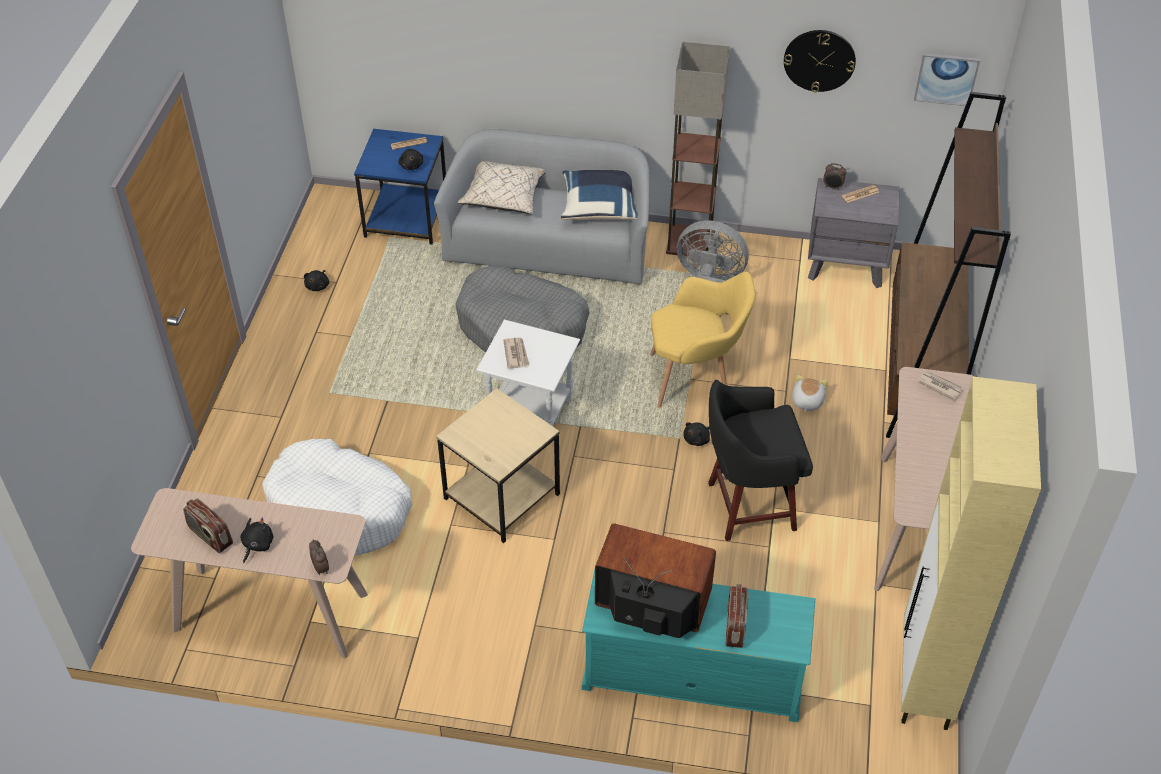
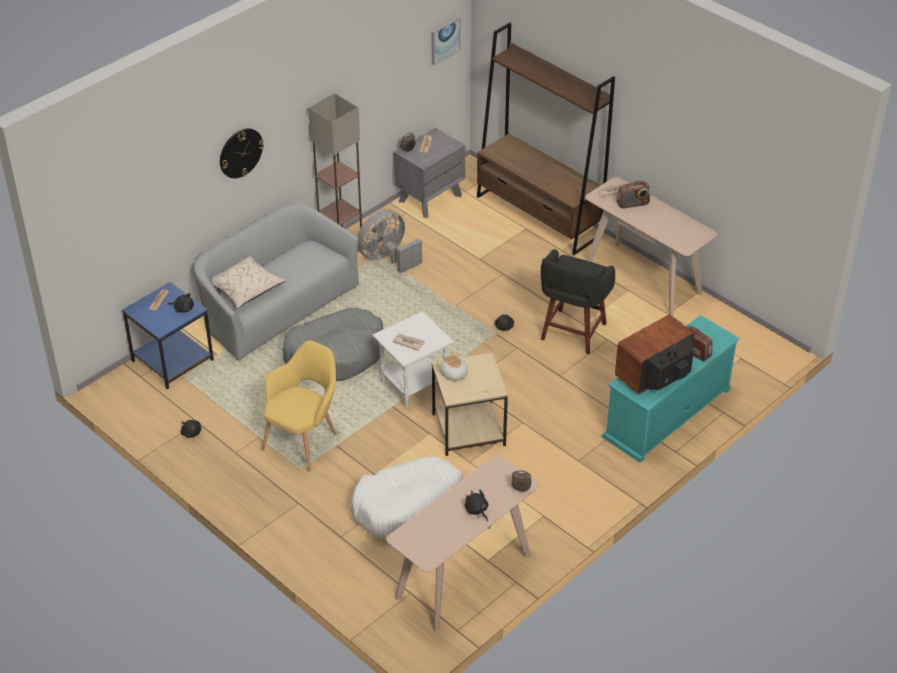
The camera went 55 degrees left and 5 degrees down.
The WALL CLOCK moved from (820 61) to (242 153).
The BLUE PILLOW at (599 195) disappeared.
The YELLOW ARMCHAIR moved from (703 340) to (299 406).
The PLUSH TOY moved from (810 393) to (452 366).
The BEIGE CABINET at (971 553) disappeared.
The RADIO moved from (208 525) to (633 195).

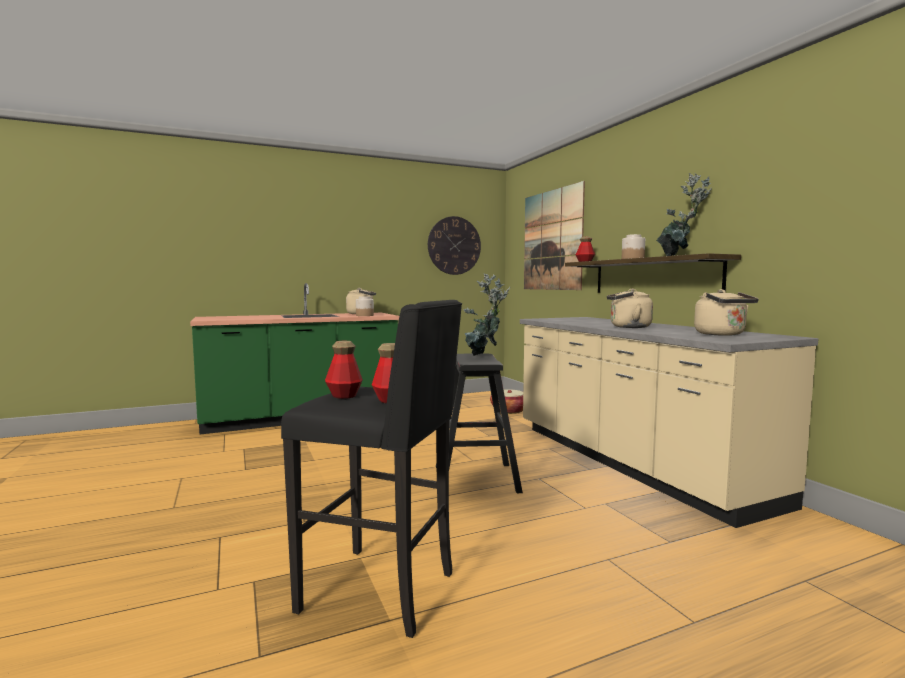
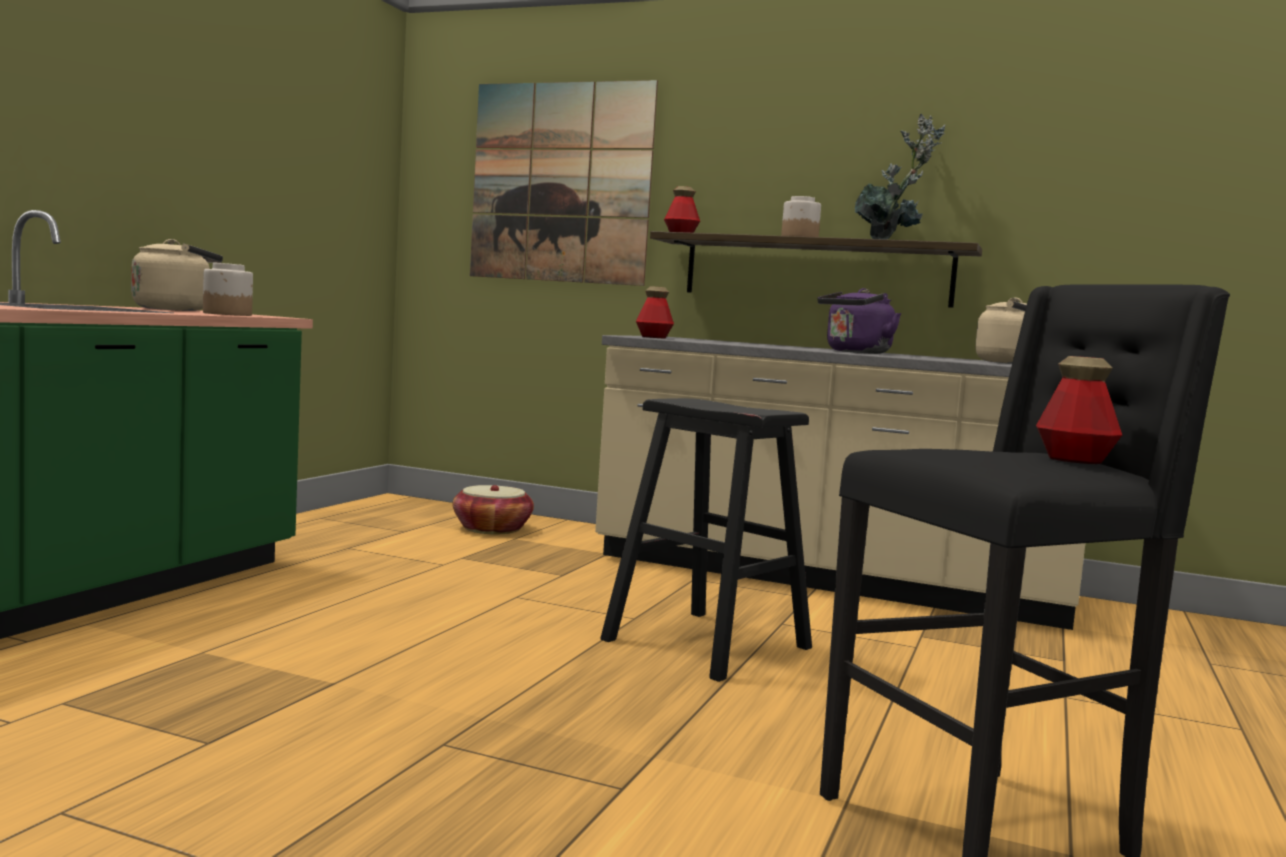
The camera went 45 degrees left and 0 degrees up.
The WALL CLOCK at (454 245) disappeared.
The POTTED PLANT at (486 314) disappeared.
The BEIGE KETTLE at (630 308) became the PURPLE KETTLE at (859 321).
The BOTTLE moved from (344 370) to (655 312).

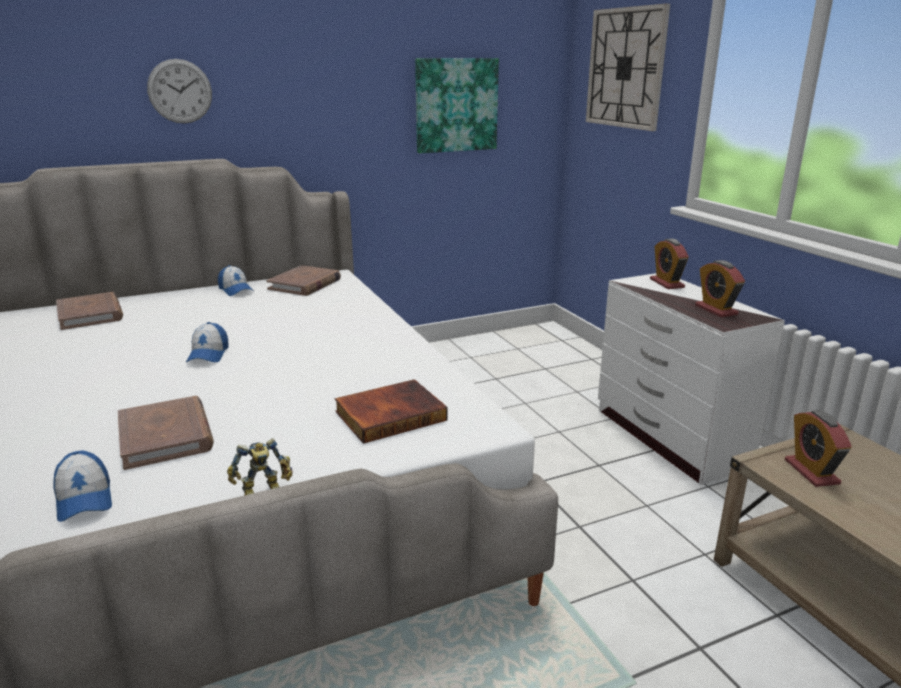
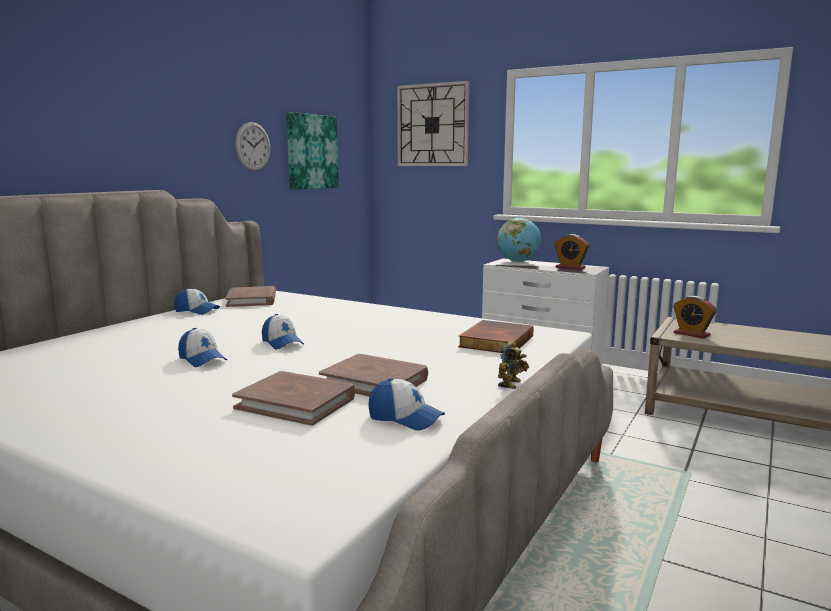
The camera went 35 degrees left and 10 degrees down.
The WALL CLOCK moved from (179 91) to (252 146).
The ALARM CLOCK at (669 264) was replaced by the GLOBE at (519 240).
The BROWN BOOK moved from (89 311) to (293 398).
The CAP at (202 347) appeared.

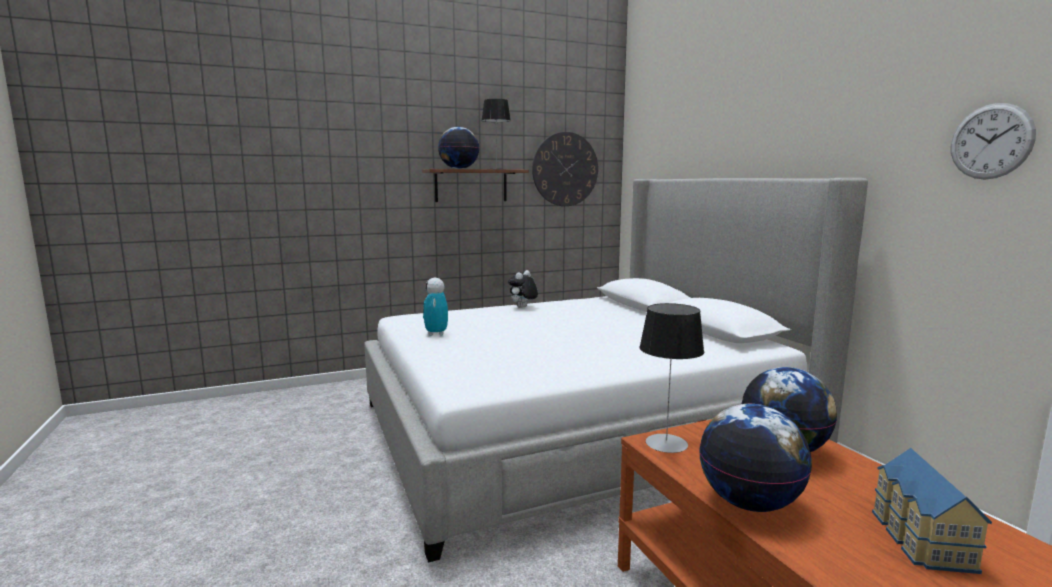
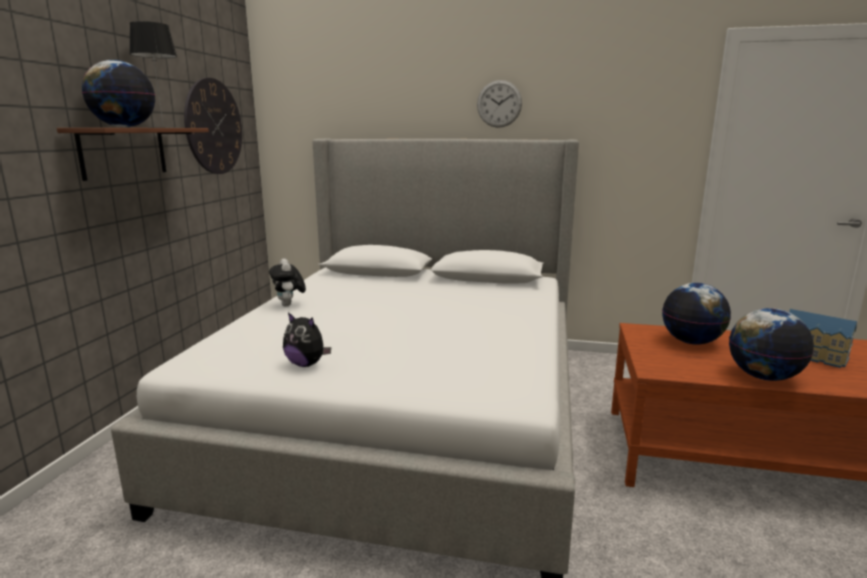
The camera went 55 degrees left and 5 degrees up.
The WALL CLOCK moved from (993 141) to (499 104).
The TOY ROBOT at (435 307) was replaced by the PLUSH TOY at (307 339).
The TABLE LAMP at (671 378) disappeared.

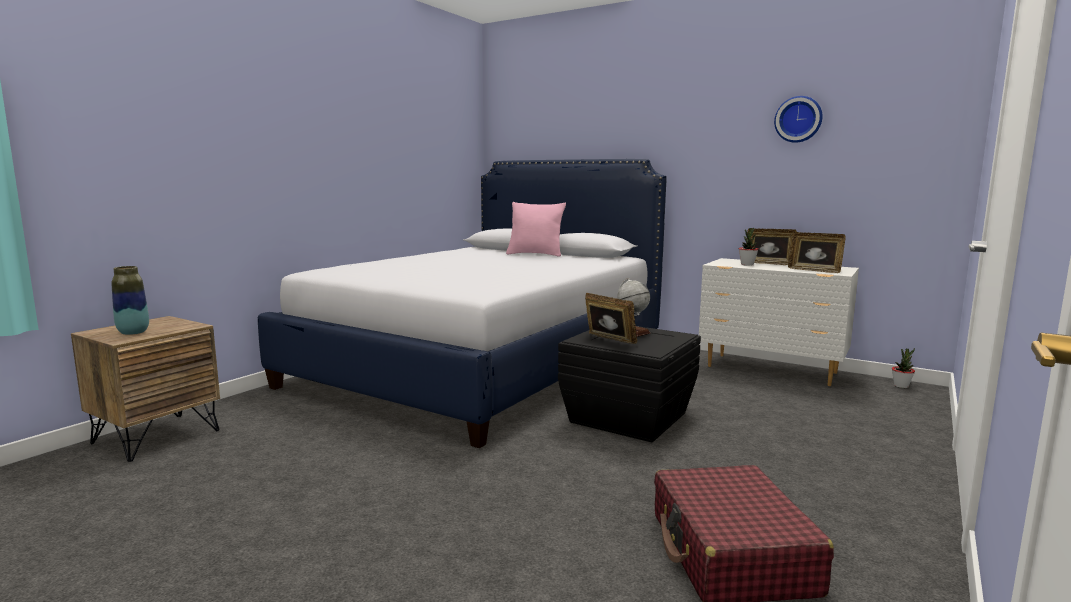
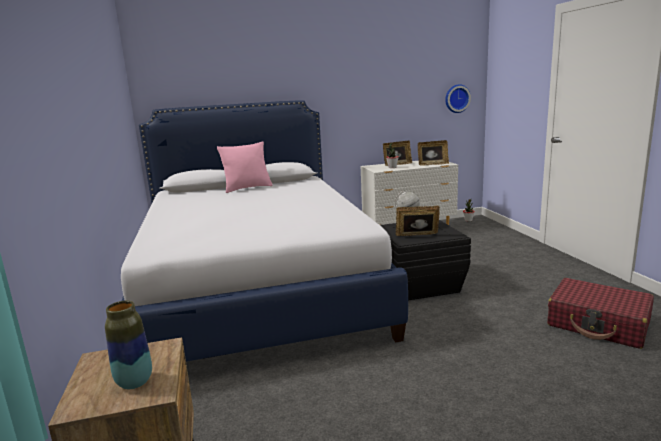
The camera went 45 degrees left and 5 degrees up.
The WALL CLOCK moved from (798 119) to (458 98).

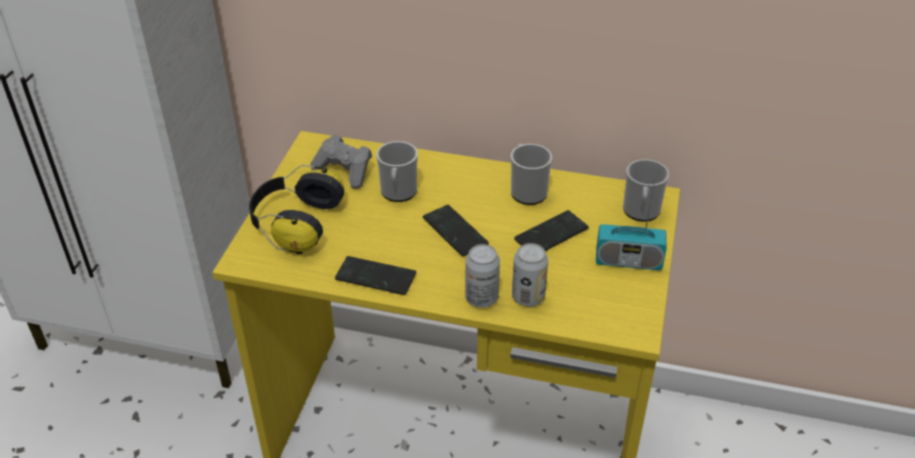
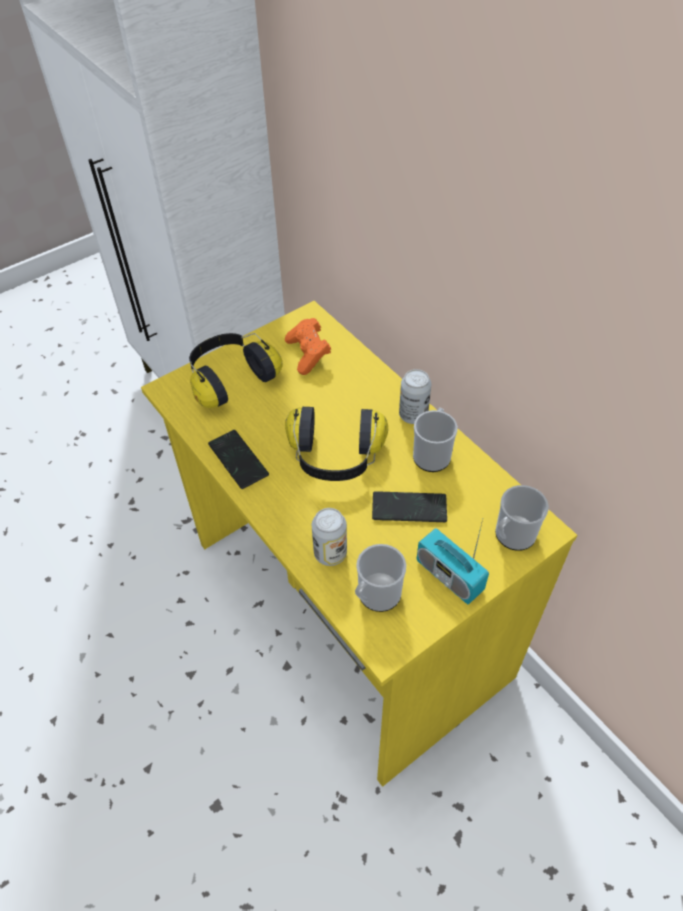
The camera went 40 degrees right and 10 degrees up.
The GREY GAME CONTROLLER at (341 162) became the ORANGE GAME CONTROLLER at (308 346).
The MUG moved from (397 171) to (380 578).
The PHONE at (456 230) was replaced by the HEADPHONES at (336 444).
The CAN moved from (482 276) to (415 396).

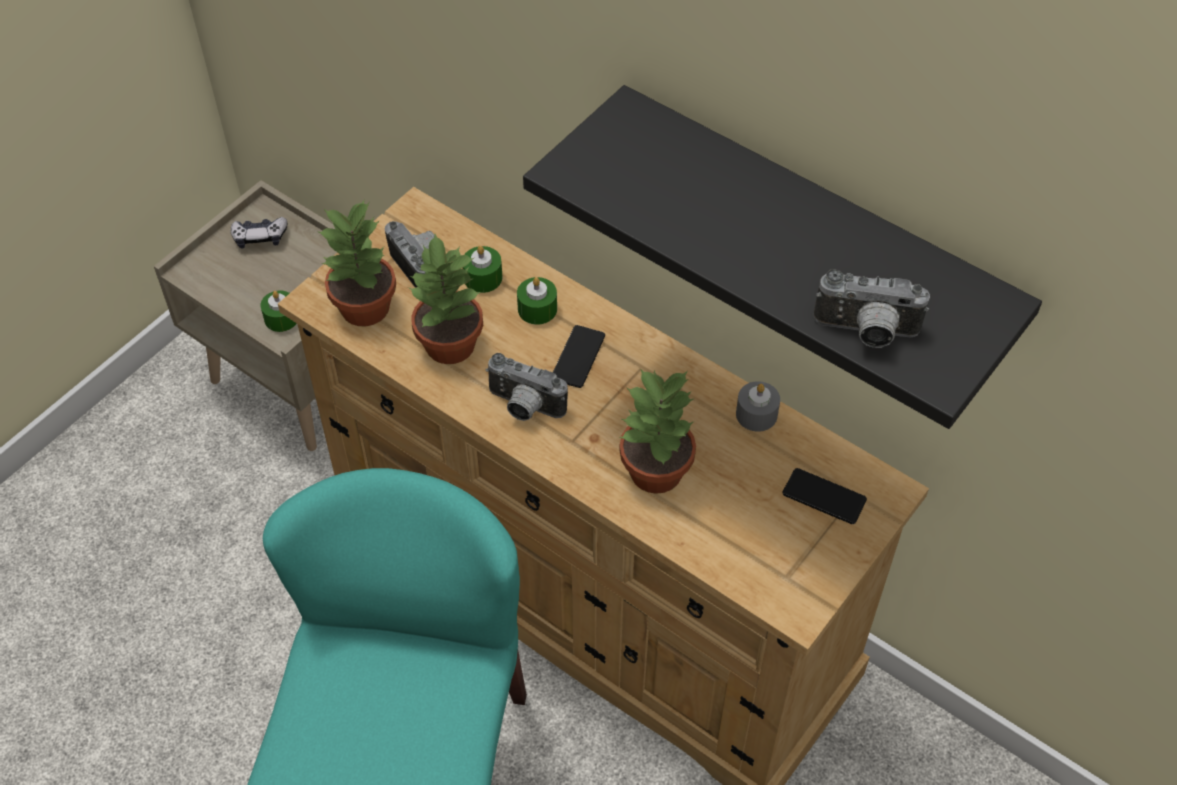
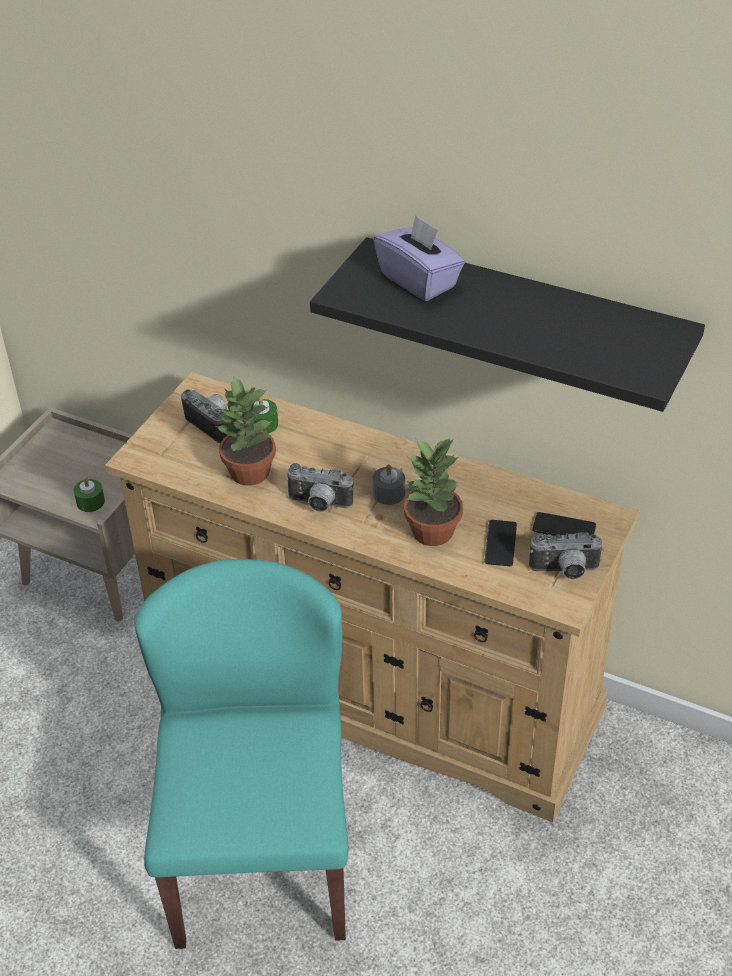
The camera went 10 degrees left and 10 degrees down.
The POTTED PLANT at (356 263) disappeared.
The GAME CONTROLLER at (259 233) disappeared.
The PHOTO CAMERA moved from (872 308) to (566 556).
The GREEN CANDLE at (537 301) disappeared.
The PHONE moved from (579 356) to (500 543).
The GREY CANDLE moved from (758 406) to (388 484).
The PURPLE TISSUE BOX at (419 258) appeared.

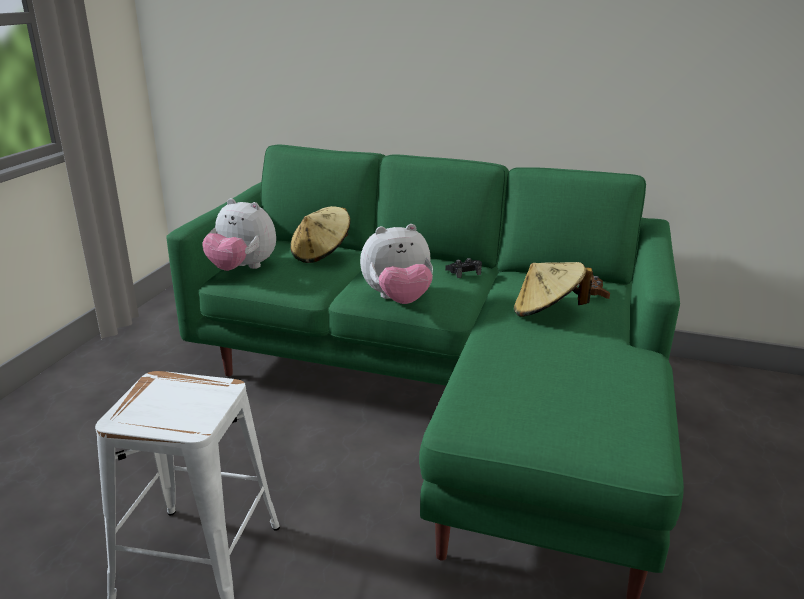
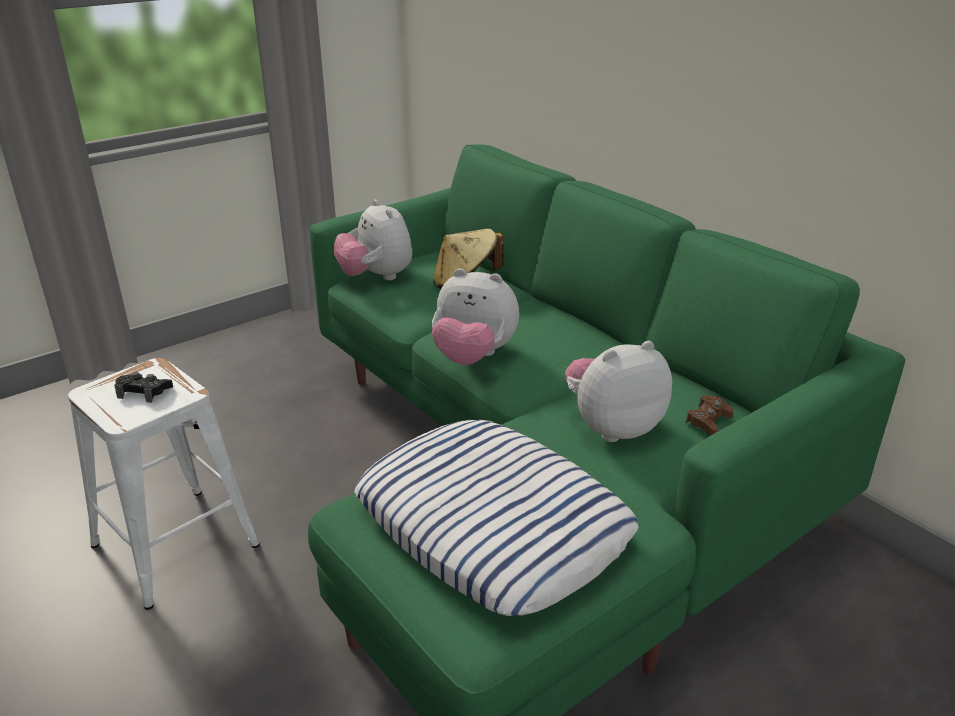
The camera went 35 degrees right and 5 degrees up.
The BLACK GAME CONTROLLER moved from (463 268) to (143 387).
The BEIGE HAT at (553 289) was replaced by the PLUSH TOY at (618 391).
The PILLOW at (496 518) appeared.

